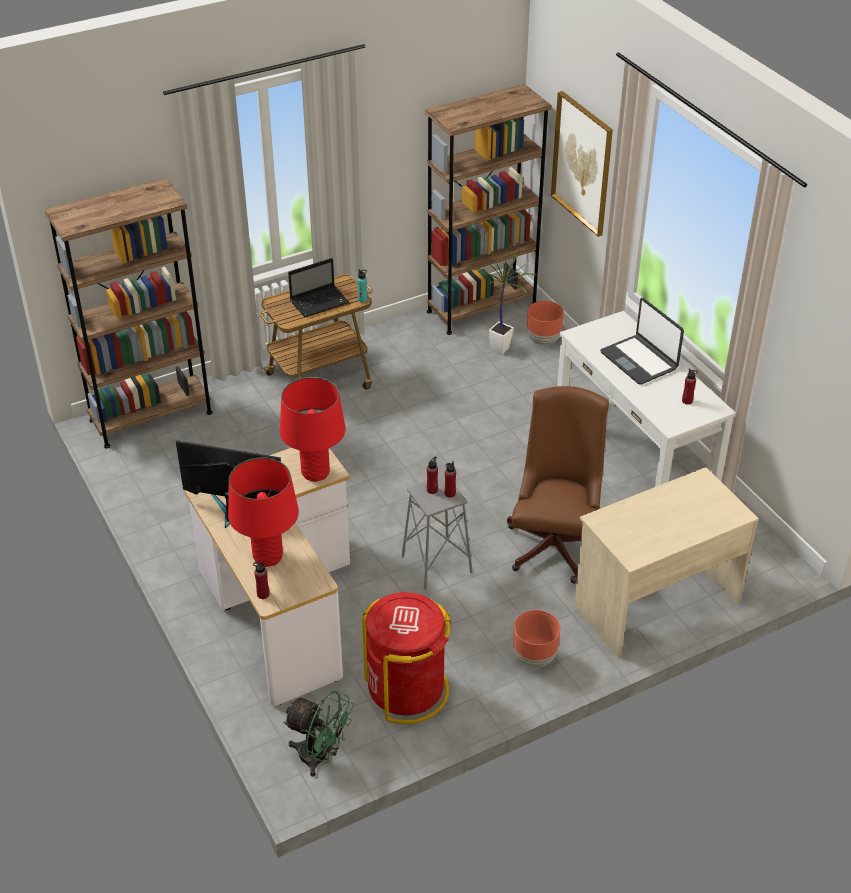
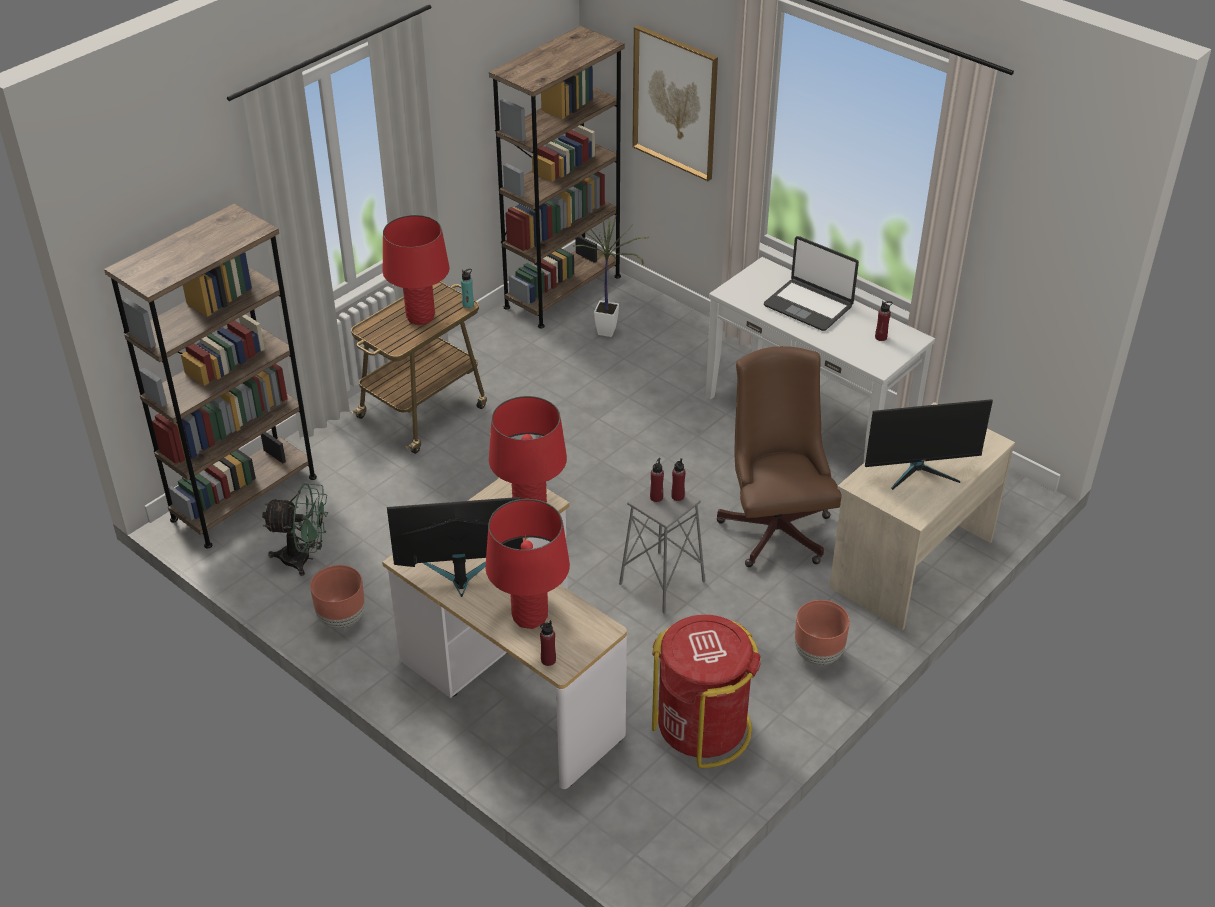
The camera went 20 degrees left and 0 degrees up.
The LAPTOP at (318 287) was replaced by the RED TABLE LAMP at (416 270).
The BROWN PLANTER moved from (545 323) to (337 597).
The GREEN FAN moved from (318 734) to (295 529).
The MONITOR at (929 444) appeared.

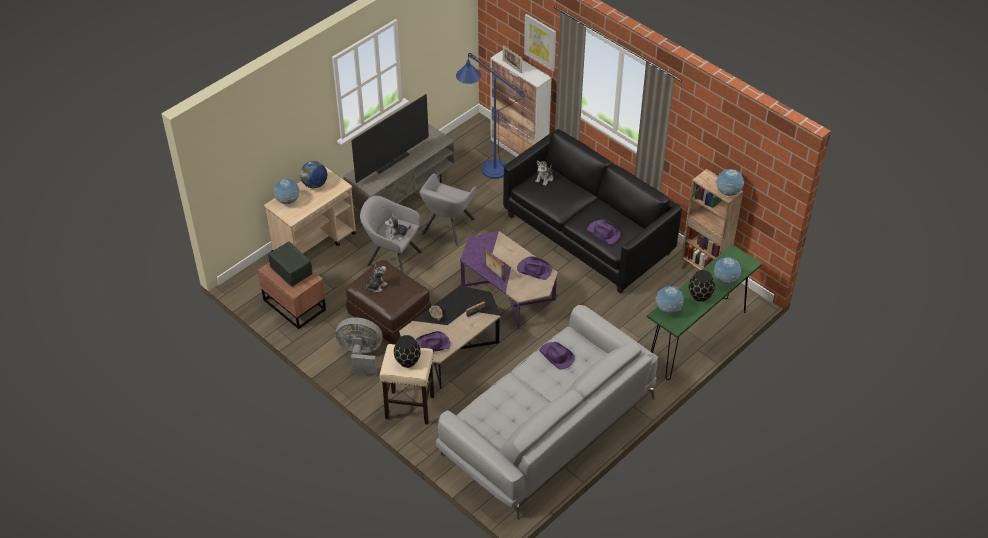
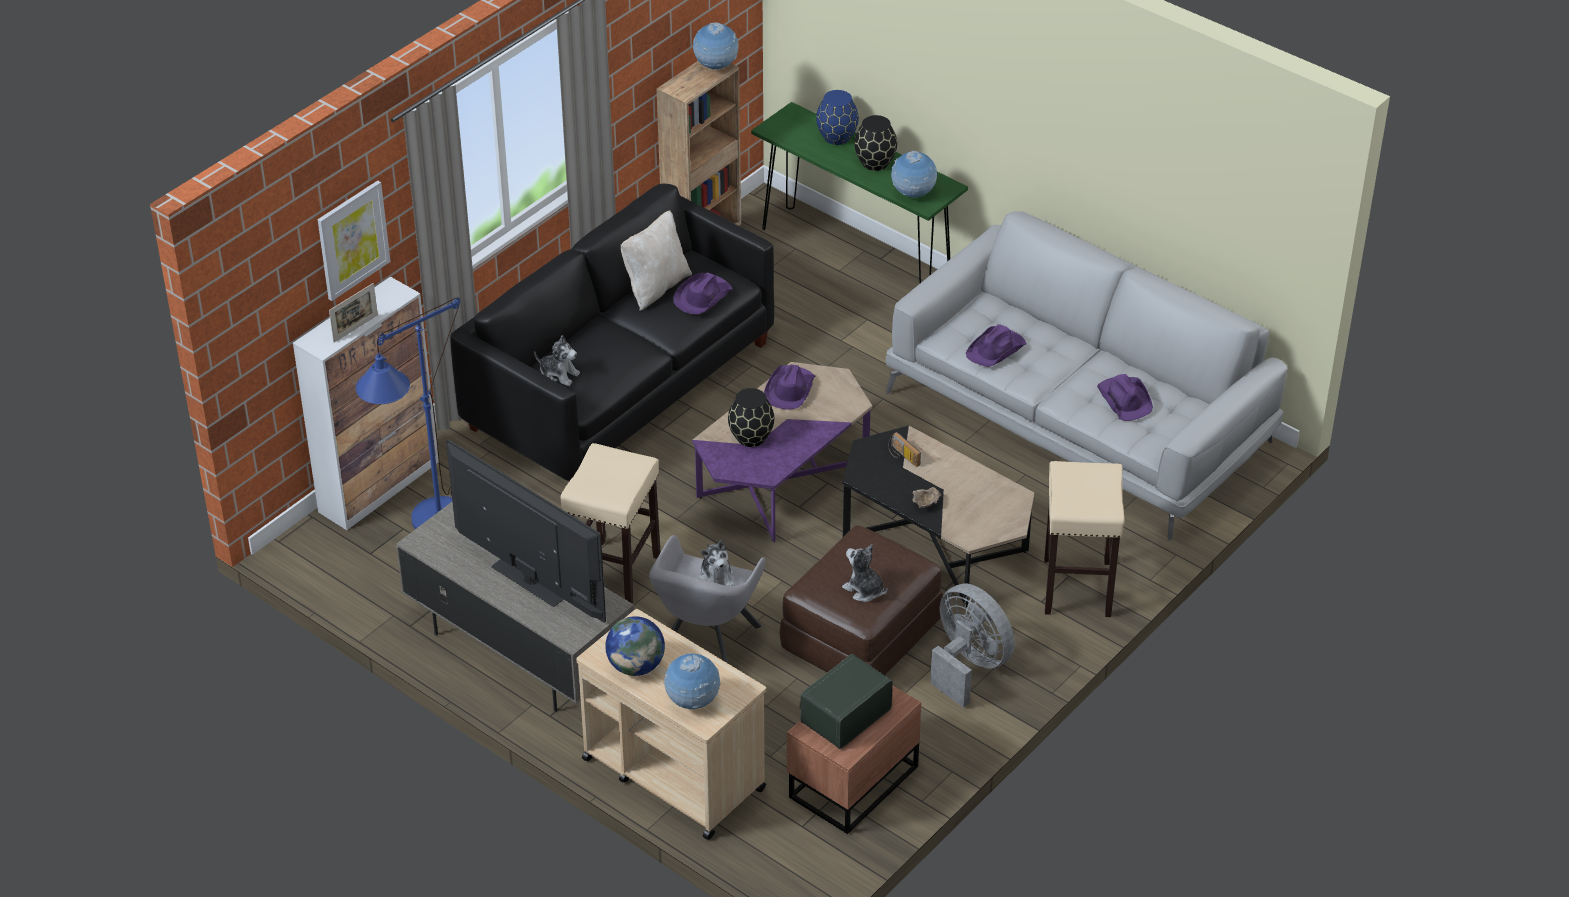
The camera went 95 degrees left and 5 degrees down.
The GREY ARMCHAIR at (448 209) was replaced by the BEIGE STOOL at (611 523).
The PICTURE FRAME at (494 265) disappeared.
The GLOBE at (727 270) was replaced by the BLUE VASE at (837 117).
The GREY FAN at (359 346) turned 135 degrees clockwise.
The PURPLE HAT moved from (432 341) to (1125 397).
The BLACK VASE moved from (407 351) to (751 417).
The BEIGE PILLOW at (656 260) appeared.

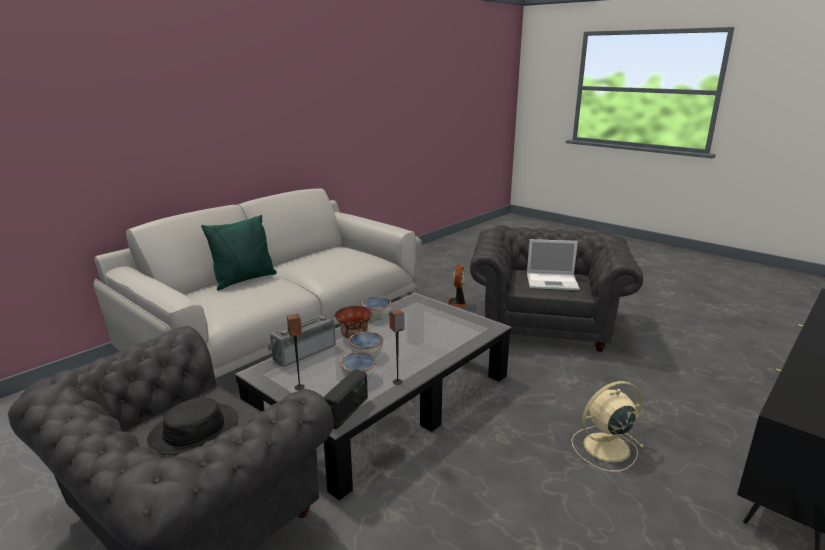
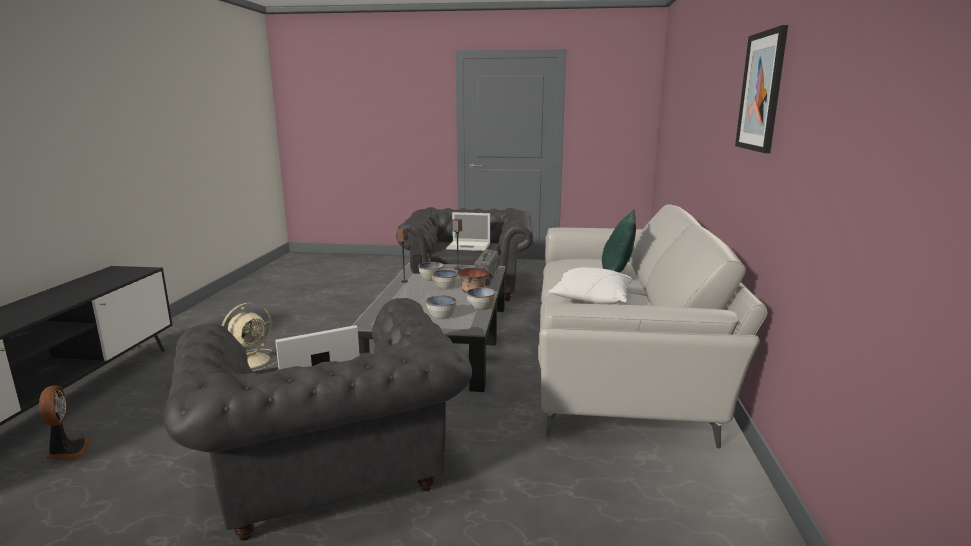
The camera went 145 degrees right and 5 degrees down.
The FAN moved from (457 285) to (65 423).
The BLACK HAT at (192 426) was replaced by the LAPTOP at (468 231).
The PICTURE at (761 89) appeared.
The WHITE PILLOW at (590 285) appeared.
The BOWL at (441 307) appeared.

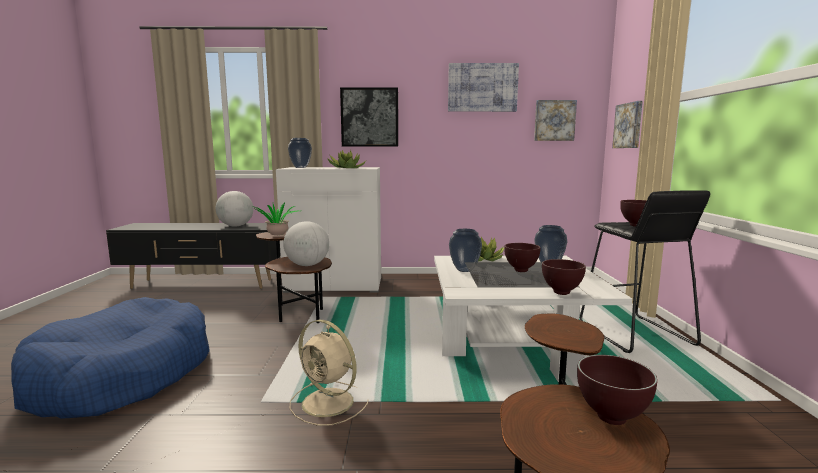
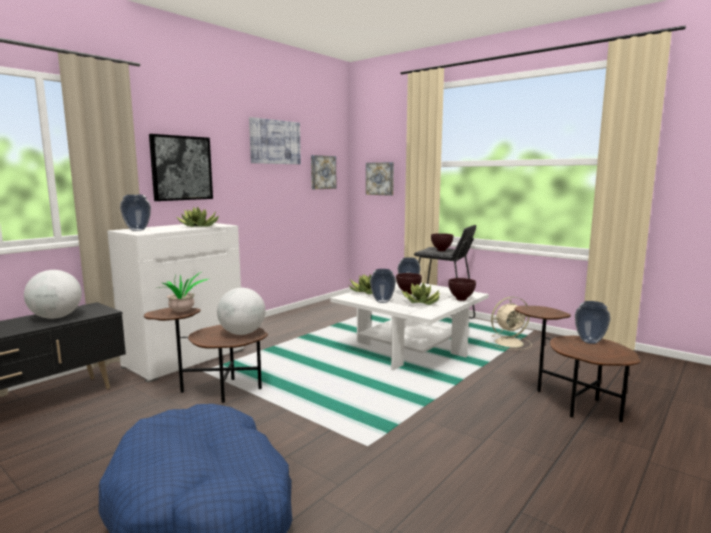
The camera went 50 degrees left and 0 degrees up.
The BEIGE FAN moved from (329 373) to (509 323).
The BROWN BOWL at (617 390) was replaced by the VASE at (593 322).
The POTTED PLANT at (421 293) appeared.

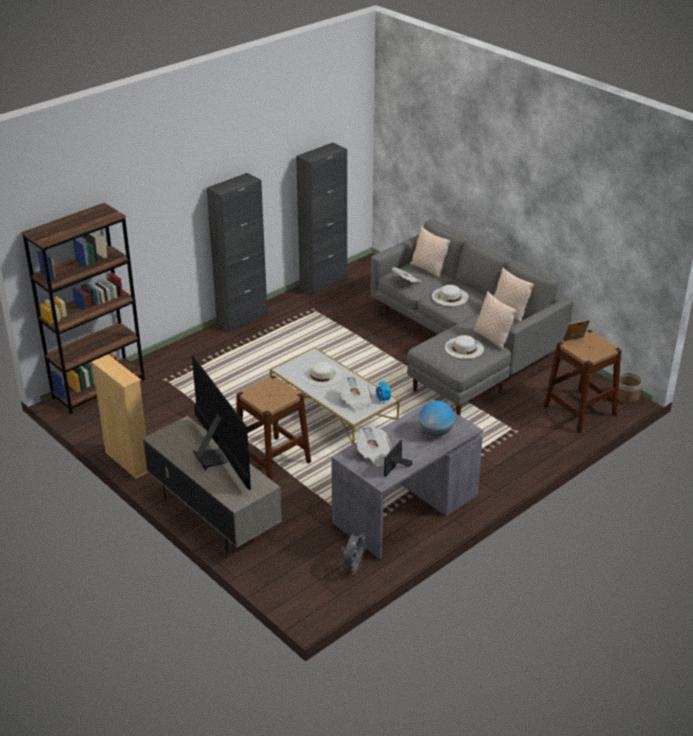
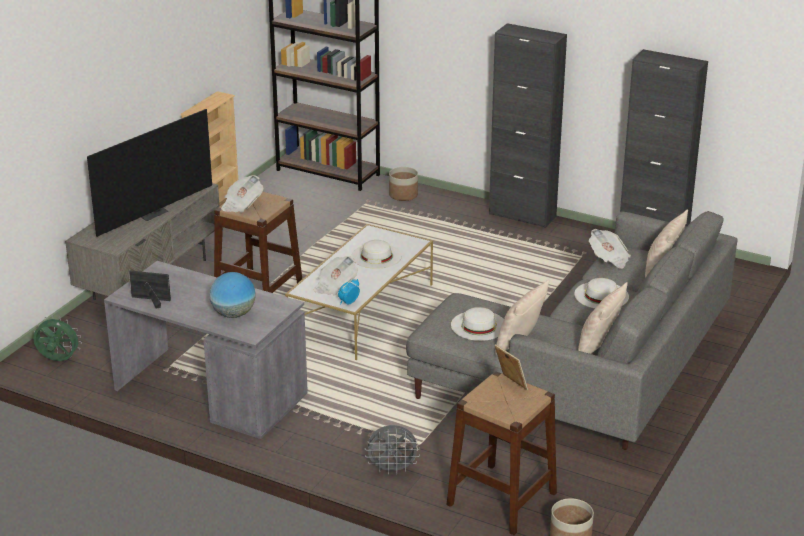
The camera went 70 degrees right and 5 degrees down.
The NEWSPAPER moved from (374 446) to (242 194).
The GREY FAN moved from (354 553) to (392 450).
The PLANTER at (403 184) appeared.
The GREEN FAN at (57 338) appeared.

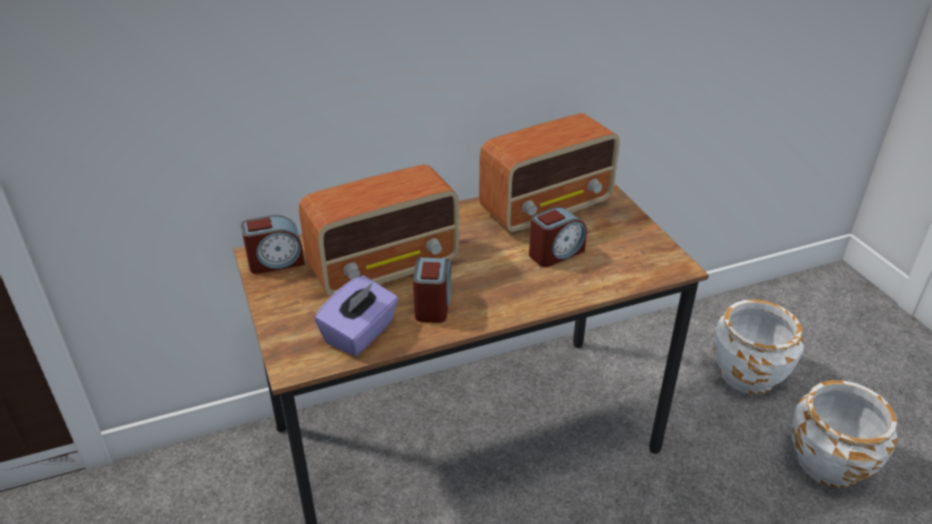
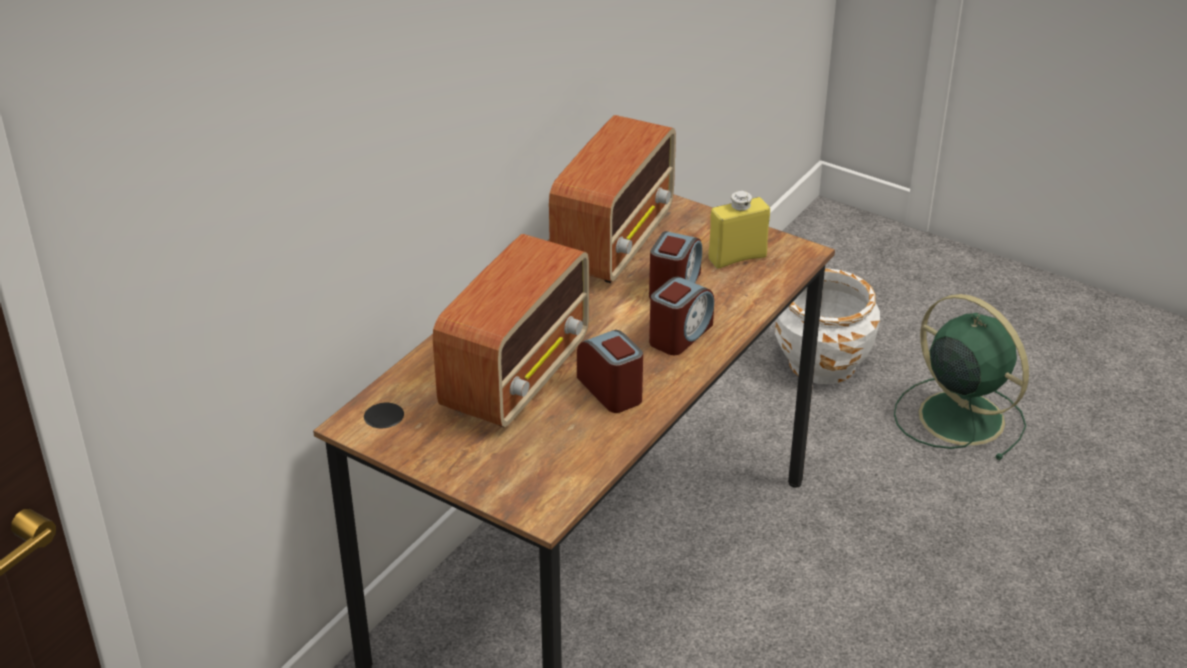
The camera went 35 degrees left and 0 degrees up.
The ALARM CLOCK moved from (273 244) to (681 315).
The PURPLE TISSUE BOX at (356 315) disappeared.
The WHITE PLANTER at (845 434) was replaced by the GREEN FAN at (961 377).
The YELLOW BOTTLE at (739 230) appeared.

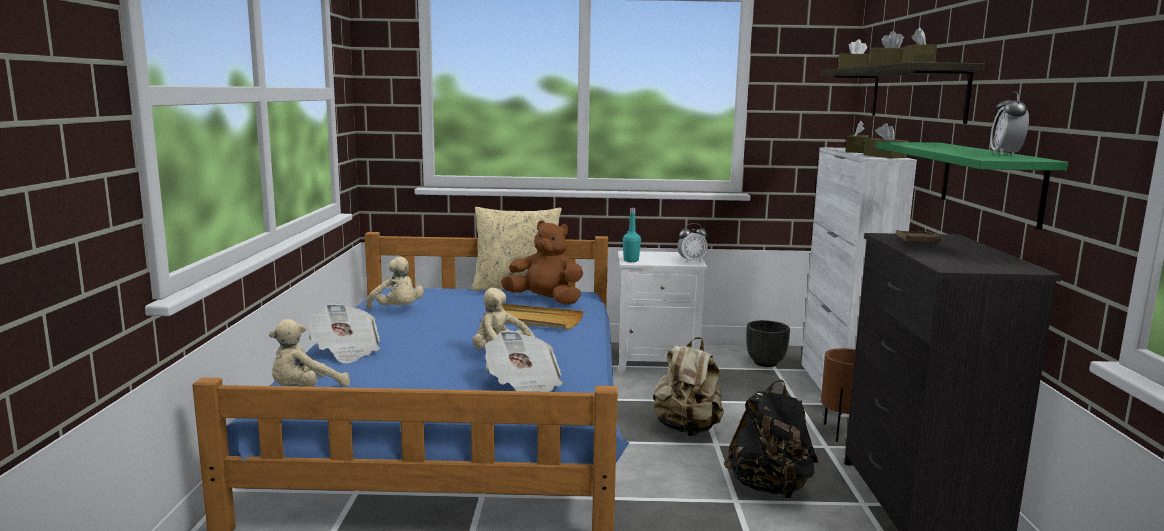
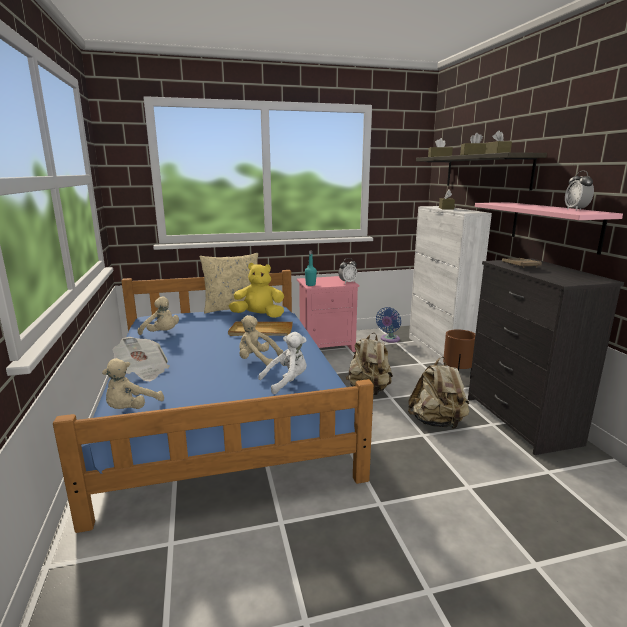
The camera went 15 degrees left and 5 degrees up.
The BROWN TISSUE BOX at (885 140) disappeared.
The GREEN SHELF at (972 186) became the PINK SHELF at (549 228).
The BROWN PLUSH TOY at (542 262) became the YELLOW PLUSH TOY at (256 290).
The WHITE NIGHTSTAND at (662 312) became the PINK NIGHTSTAND at (328 314).
The BLACK PLANTER at (768 343) was replaced by the BLUE FAN at (388 324).
The NEWSPAPER at (524 361) was replaced by the WHITE PLUSH TOY at (282 363).
The BLACK BACKPACK at (771 439) became the BEIGE BACKPACK at (439 393).

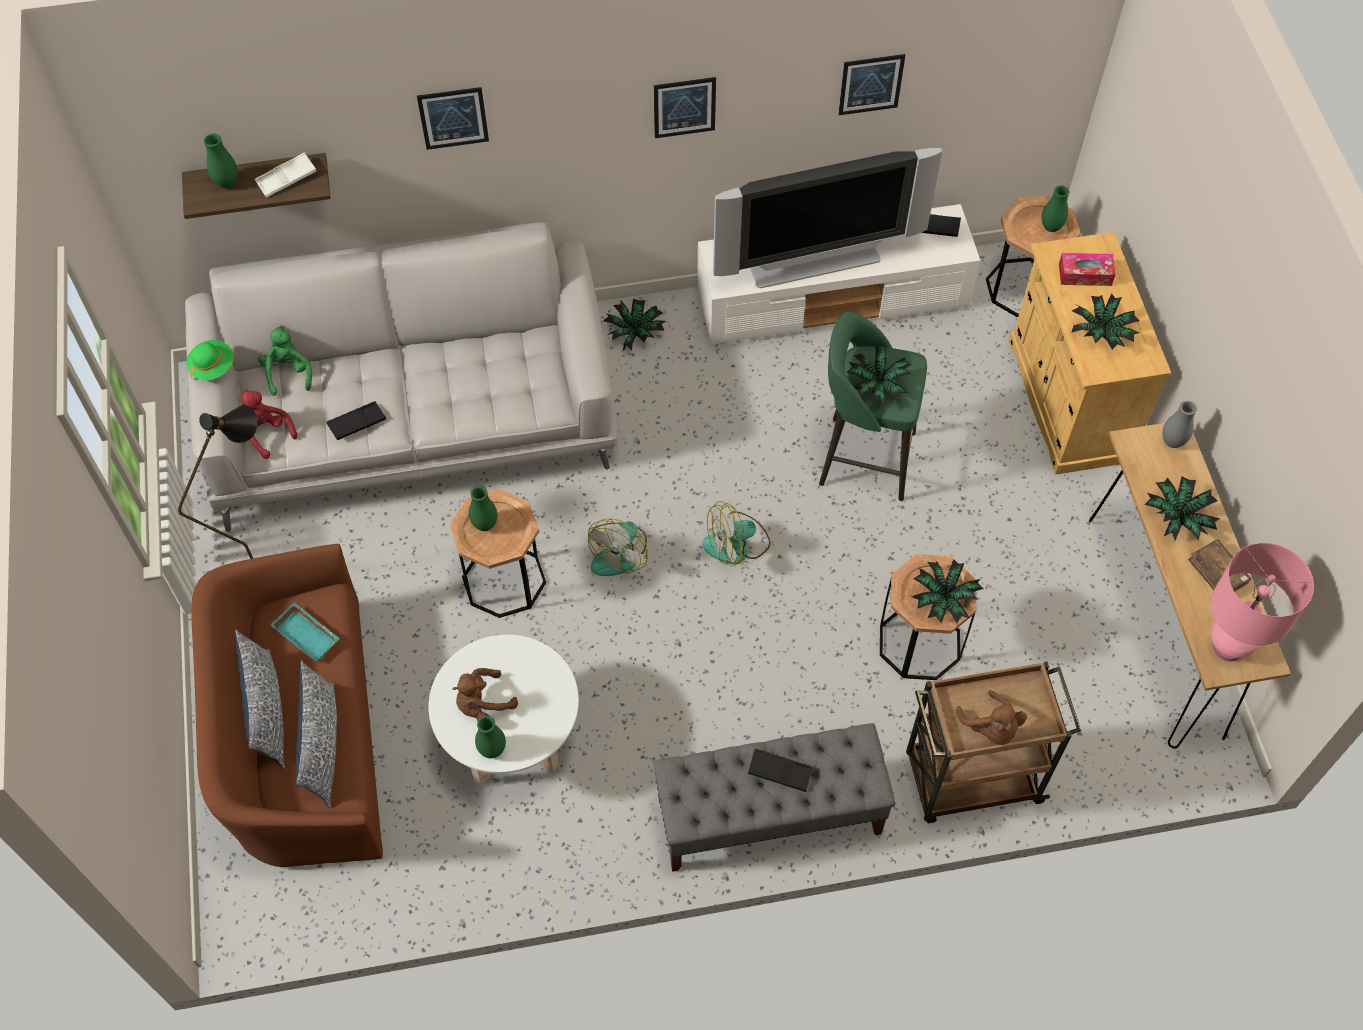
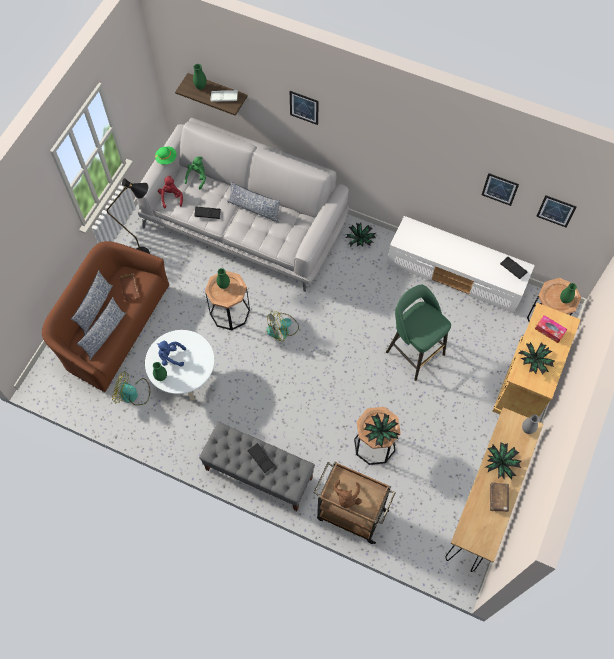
The camera went 35 degrees right and 5 degrees up.
The PICTURE moved from (685 107) to (556 211).
The TELEVISION at (827 218) disappeared.
The POTTED PLANT at (879 375) disappeared.
The FAN moved from (736 533) to (131 388).
The PINK TABLE LAMP at (1262 602) disappeared.
The TURQUOISE TRAY at (305 632) became the BROWN TRAY at (129 286).
The BROWN PLUSH TOY at (485 694) became the BLUE PLUSH TOY at (171 354).
The PILLOW at (254 202) appeared.

